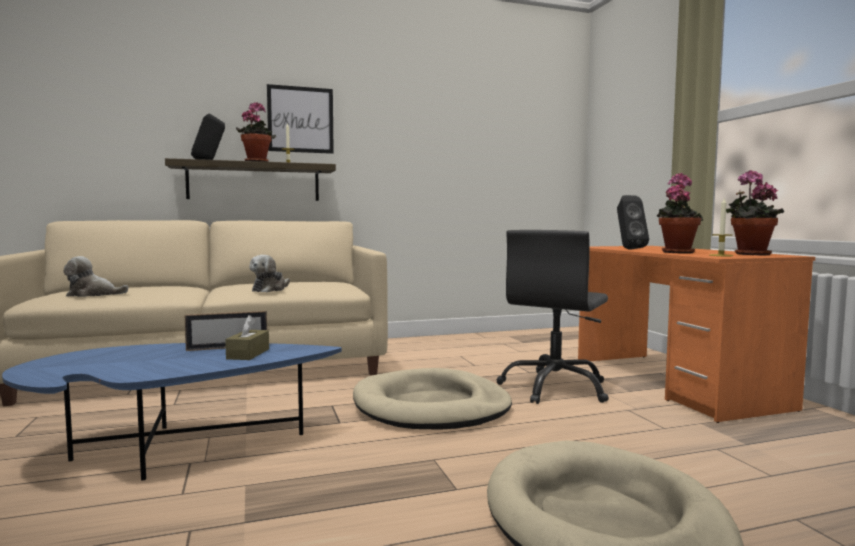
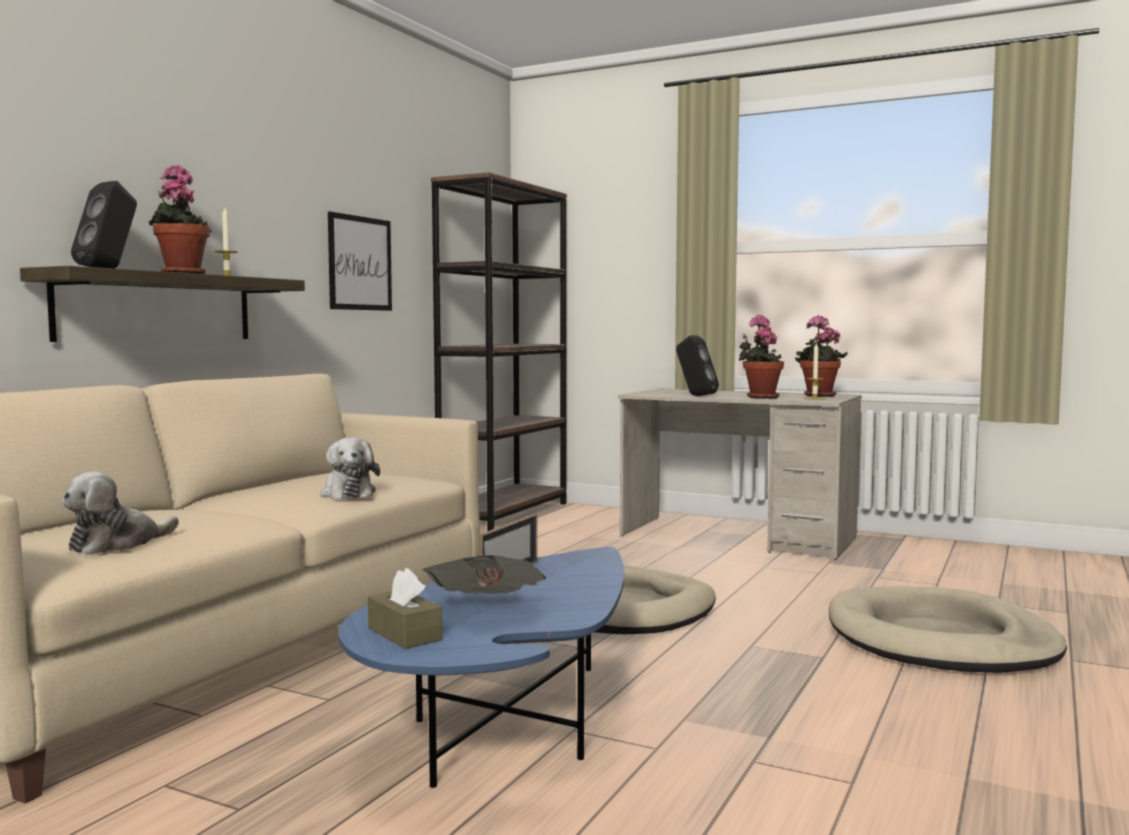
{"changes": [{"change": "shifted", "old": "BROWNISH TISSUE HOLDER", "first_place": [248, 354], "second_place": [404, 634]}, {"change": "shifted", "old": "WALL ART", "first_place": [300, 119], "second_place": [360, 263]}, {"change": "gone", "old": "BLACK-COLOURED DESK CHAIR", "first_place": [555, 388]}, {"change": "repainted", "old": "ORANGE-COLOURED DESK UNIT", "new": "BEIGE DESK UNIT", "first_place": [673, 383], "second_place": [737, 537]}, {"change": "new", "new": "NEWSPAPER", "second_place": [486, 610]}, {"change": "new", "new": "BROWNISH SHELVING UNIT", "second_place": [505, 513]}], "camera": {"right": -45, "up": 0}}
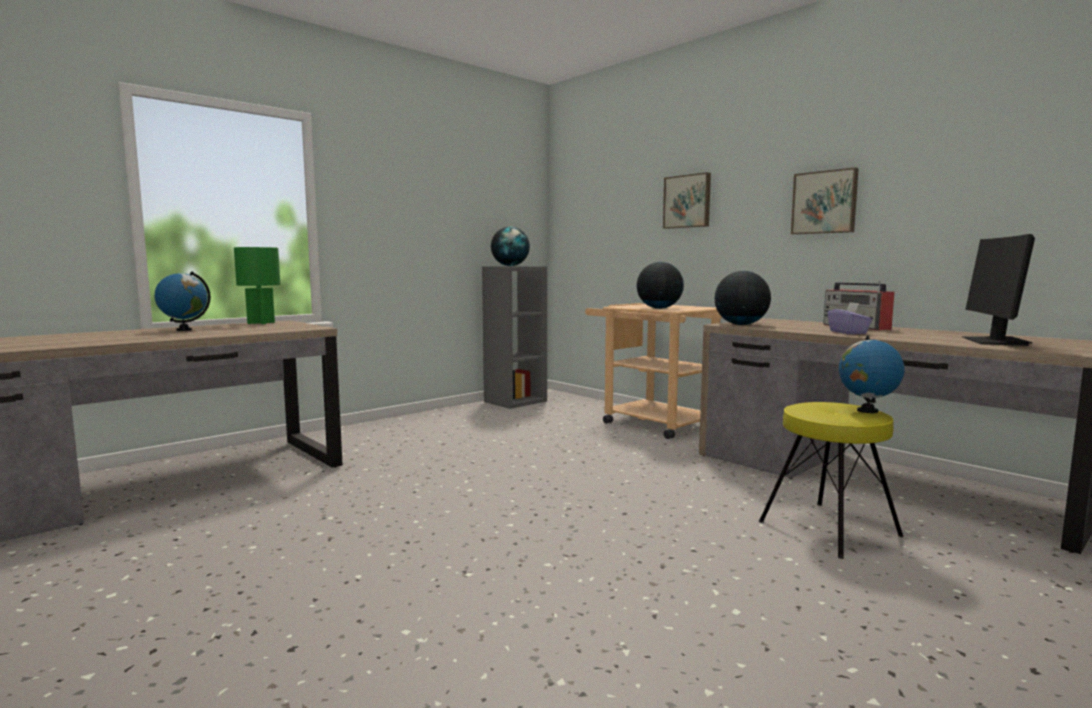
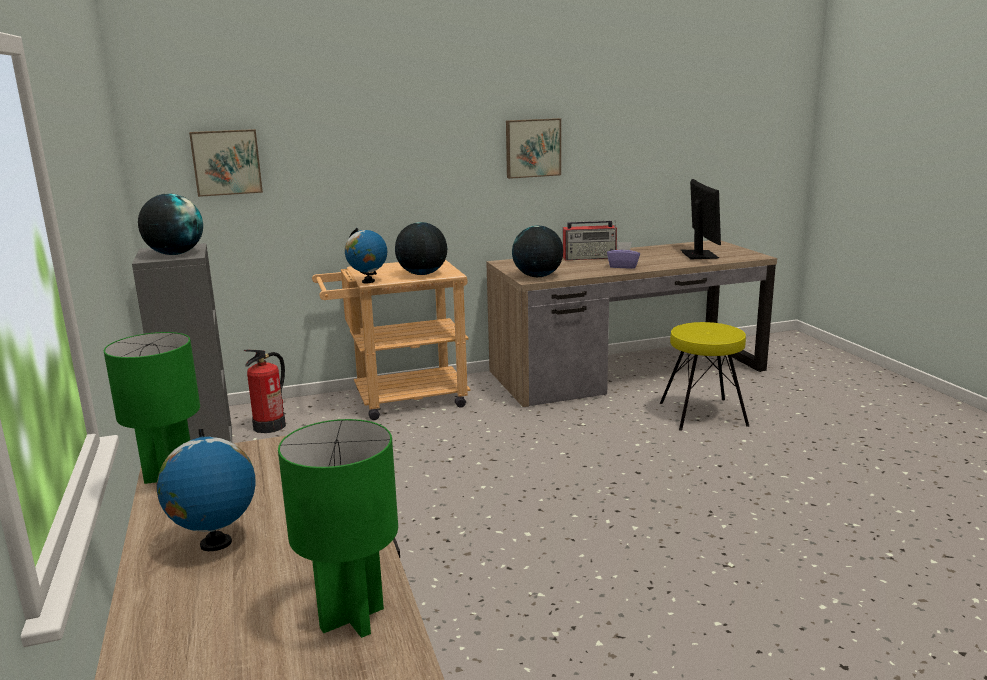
{"changes": [{"change": "shifted", "old": "WALL ART", "first_place": [687, 201], "second_place": [226, 162]}, {"change": "shifted", "old": "WORLD GLOBE", "first_place": [867, 411], "second_place": [368, 281]}, {"change": "rotated", "old": "MONITOR", "first_place": [995, 342], "second_place": [699, 255], "degrees": -135}, {"change": "new", "new": "EXTINGUISHER", "second_place": [270, 426]}, {"change": "new", "new": "GREENISH LAMP FOR A TABLE", "second_place": [350, 618]}], "camera": {"right": -65, "up": 10}}
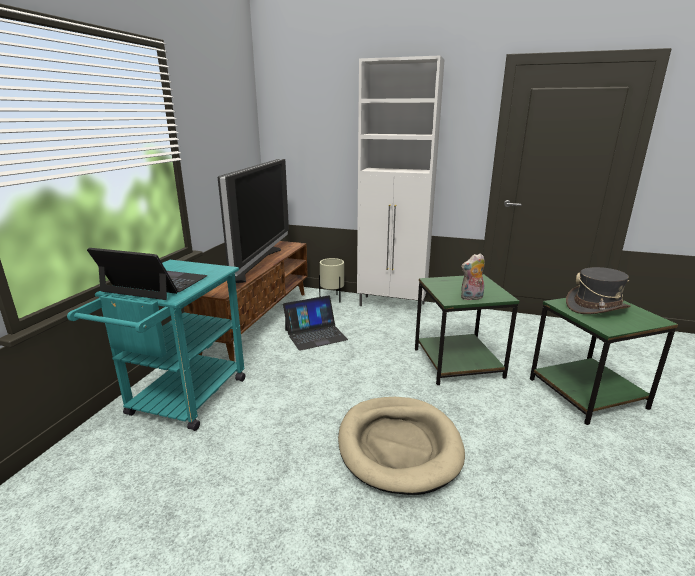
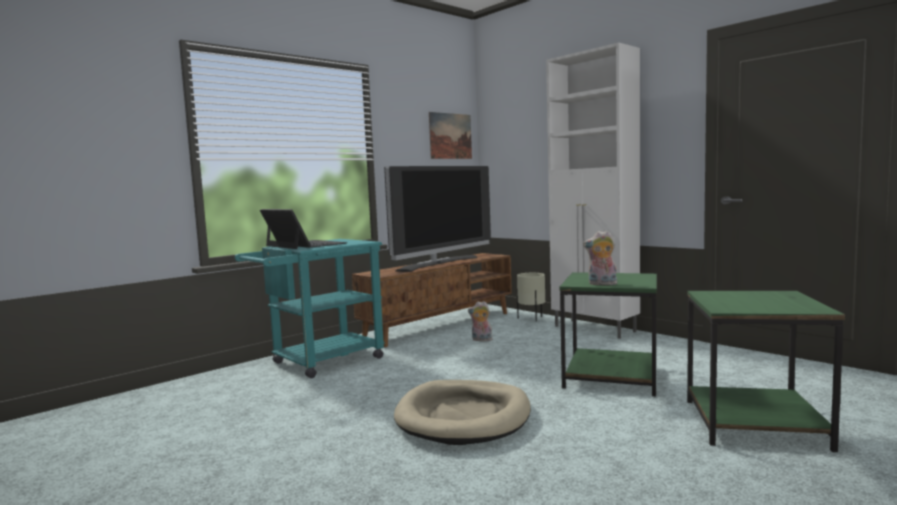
{"changes": [{"change": "swapped", "old": "LAPTOP", "new": "SOFT TOY", "first_place": [315, 334], "second_place": [481, 340]}, {"change": "gone", "old": "GREYISH CLOTHING HAT", "first_place": [596, 307]}, {"change": "new", "new": "WALL ART", "second_place": [450, 136]}], "camera": {"right": 30, "up": -15}}
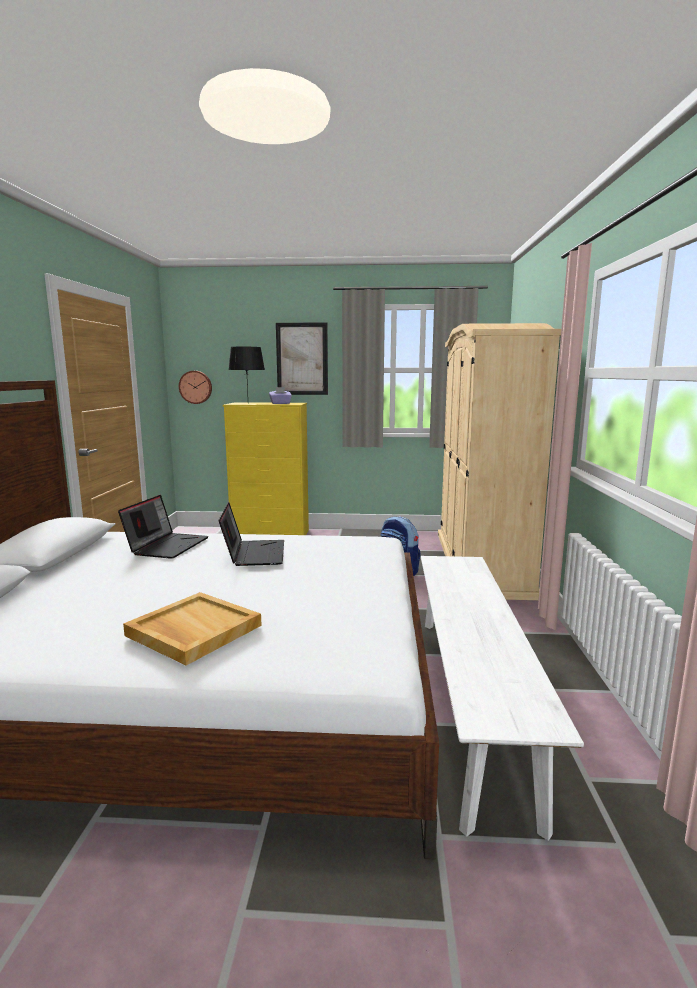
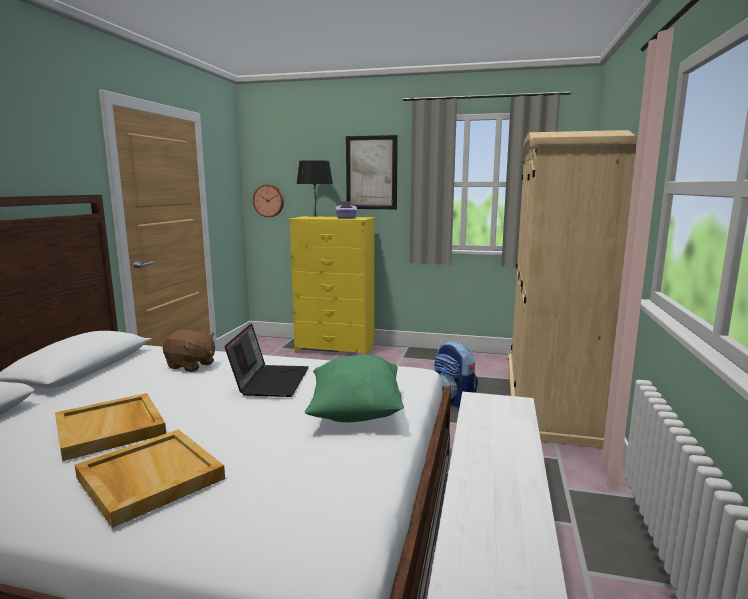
{"changes": [{"change": "swapped", "old": "LAPTOP", "new": "BROWNISH SOFT TOY", "first_place": [167, 546], "second_place": [191, 365]}, {"change": "new", "new": "BEIGE SERVING TRAY", "second_place": [111, 429]}, {"change": "new", "new": "GREENISH CUSHION", "second_place": [355, 412]}], "camera": {"right": 10, "up": 0}}
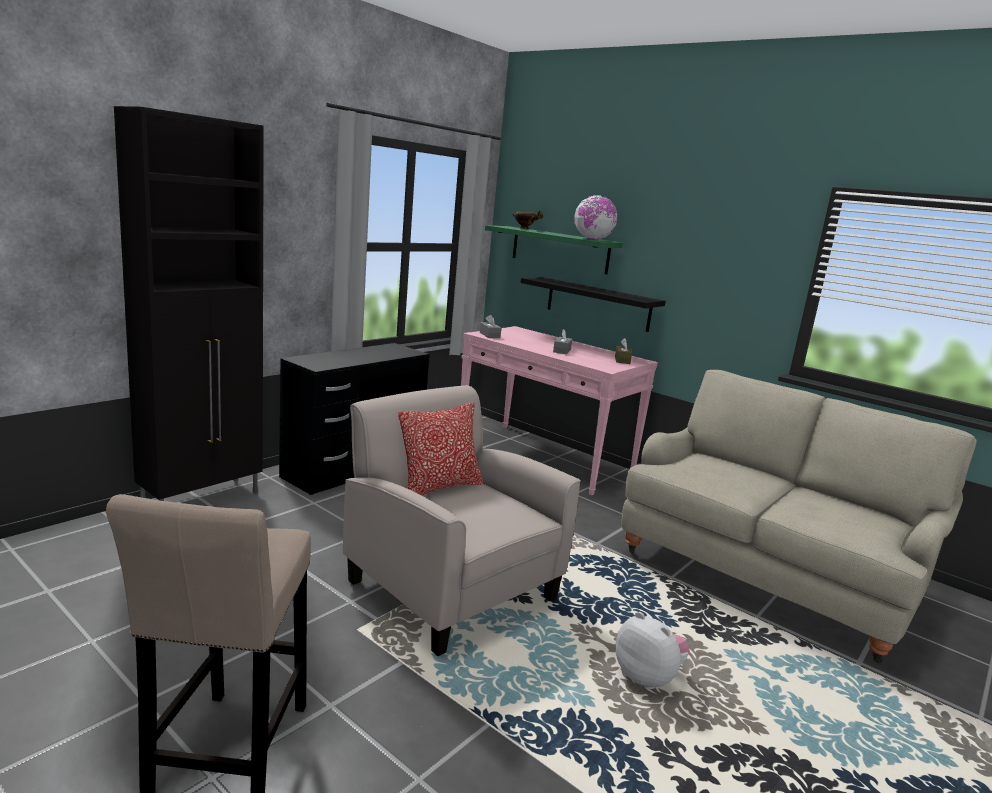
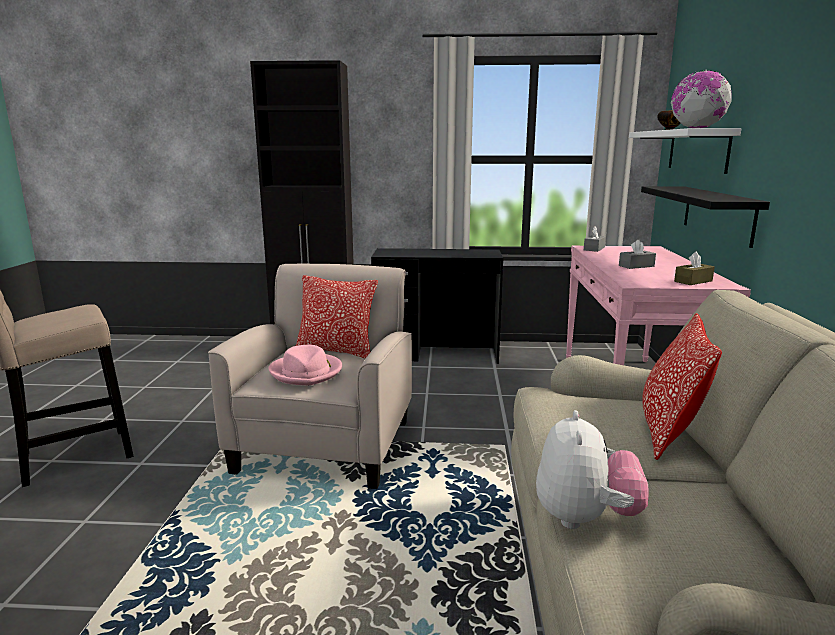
{"changes": [{"change": "repainted", "old": "GREENISH SHELF", "new": "WHITISH SHELF", "first_place": [559, 249], "second_place": [697, 150]}, {"change": "shifted", "old": "SOFT TOY", "first_place": [647, 677], "second_place": [585, 518]}, {"change": "new", "new": "PINKISH CLOTHING HAT", "second_place": [306, 372]}, {"change": "new", "new": "CUSHION", "second_place": [669, 432]}], "camera": {"right": 55, "up": 0}}
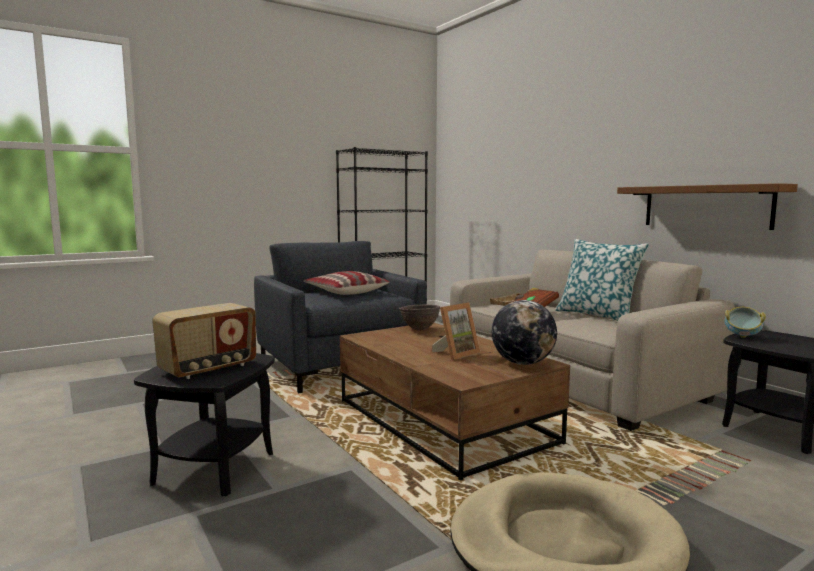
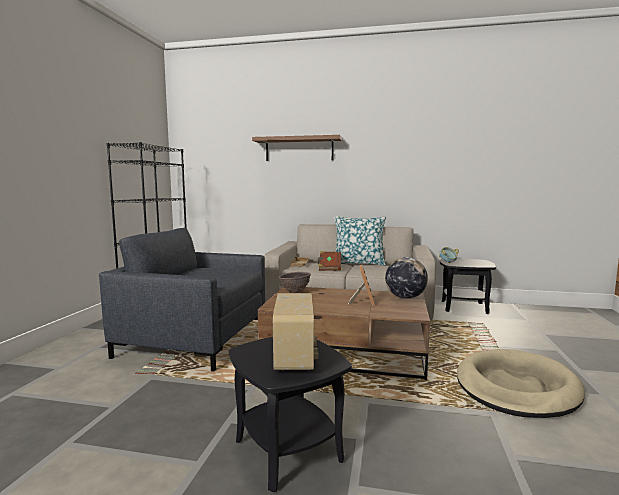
{"changes": [{"change": "gone", "old": "CUSHION", "first_place": [345, 292]}, {"change": "shifted", "old": "BROWNISH SHELF", "first_place": [705, 206], "second_place": [299, 149]}], "camera": {"right": -45, "up": 0}}
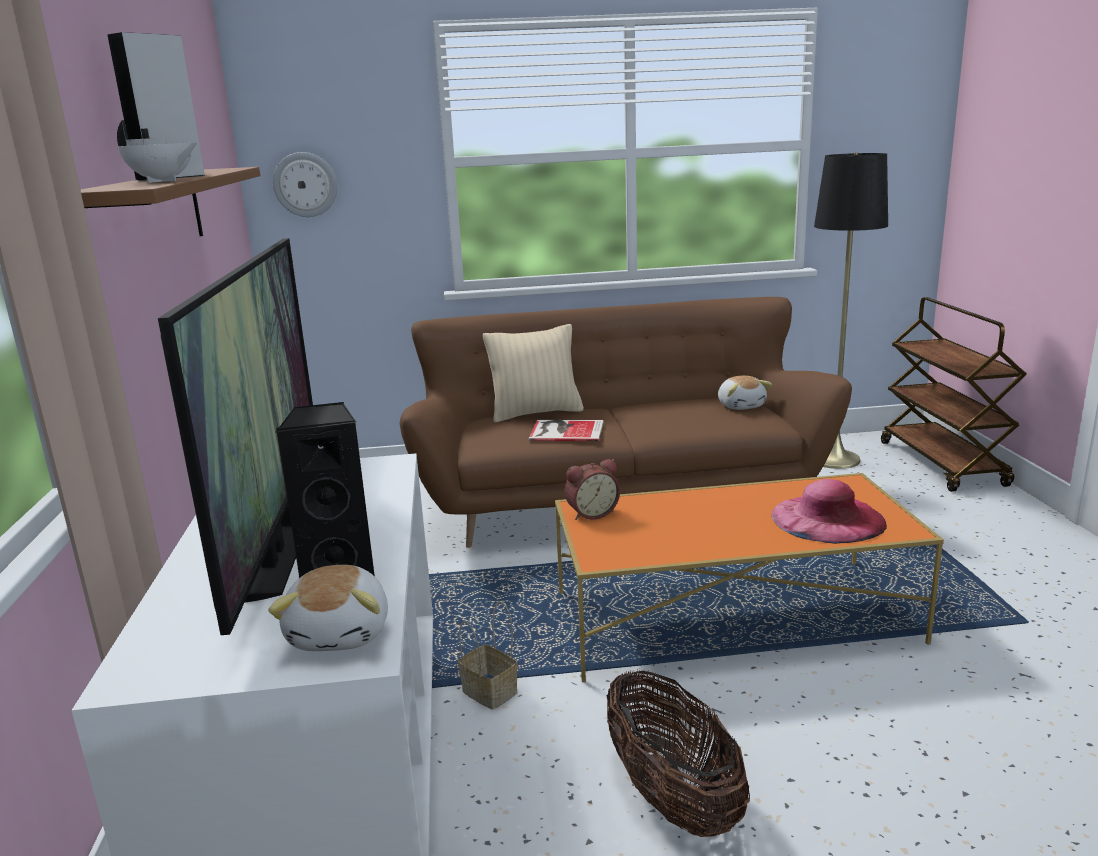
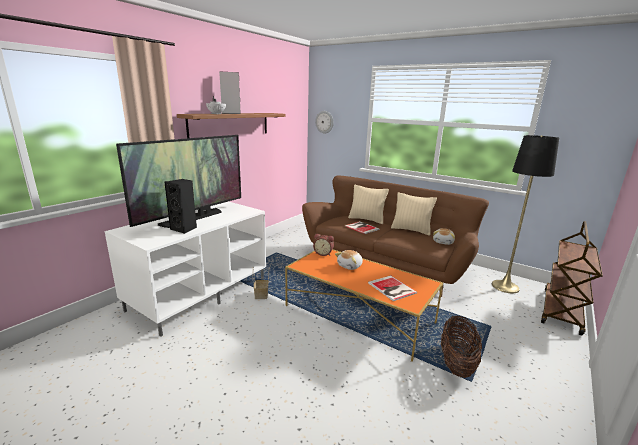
{"changes": [{"change": "shifted", "old": "SOFT TOY", "first_place": [341, 632], "second_place": [350, 266]}, {"change": "shifted", "old": "STORAGE BASKET", "first_place": [672, 797], "second_place": [456, 363]}, {"change": "swapped", "old": "PINKISH CLOTHING HAT", "new": "BOOK", "first_place": [827, 518], "second_place": [392, 288]}, {"change": "new", "new": "BEIGE CUSHION", "second_place": [411, 230]}], "camera": {"right": 40, "up": 0}}
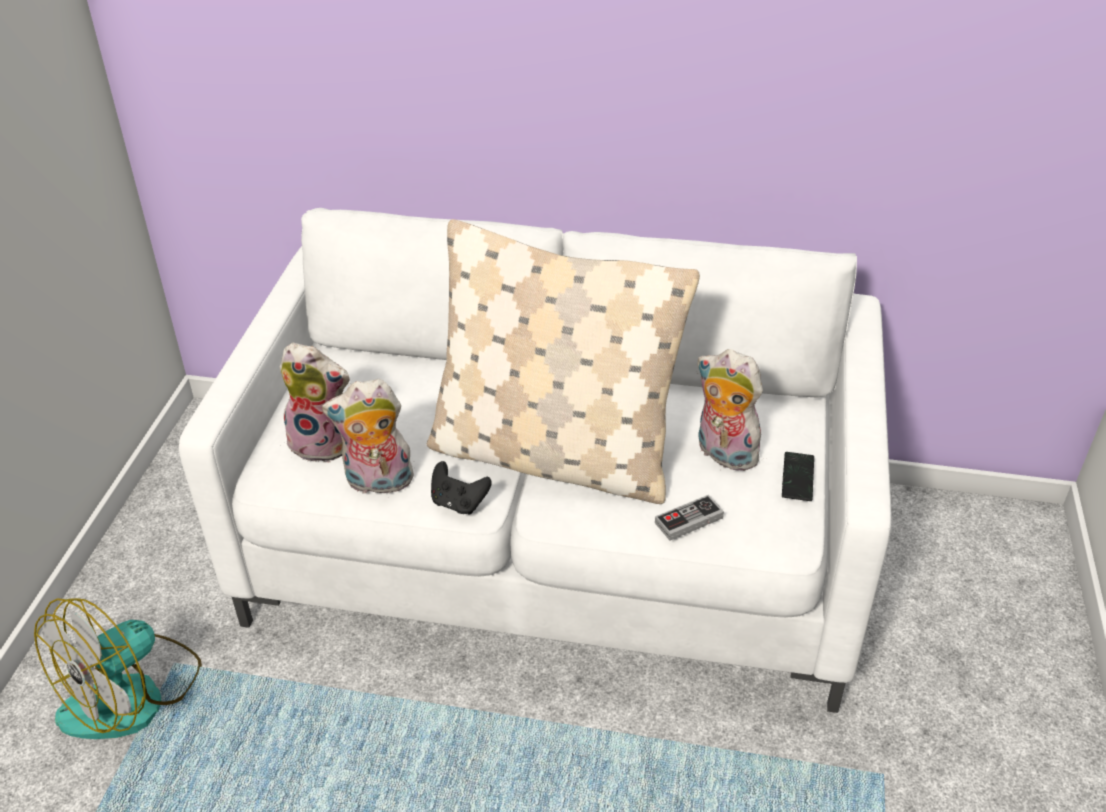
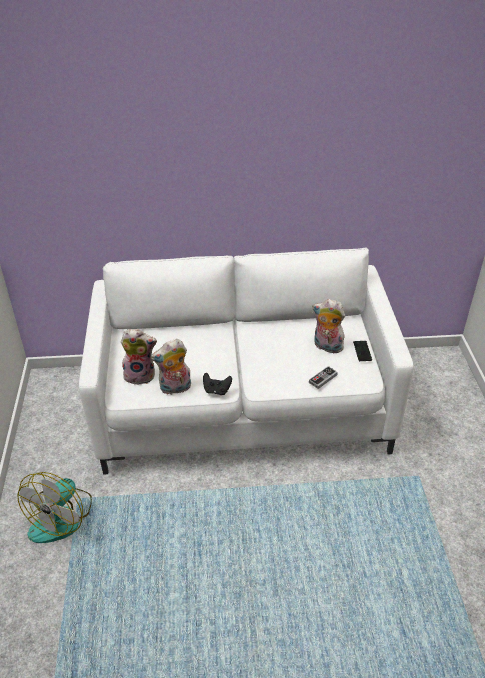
{"changes": [{"change": "gone", "old": "BEIGE CUSHION", "first_place": [552, 456]}], "camera": {"right": -15, "up": 0}}
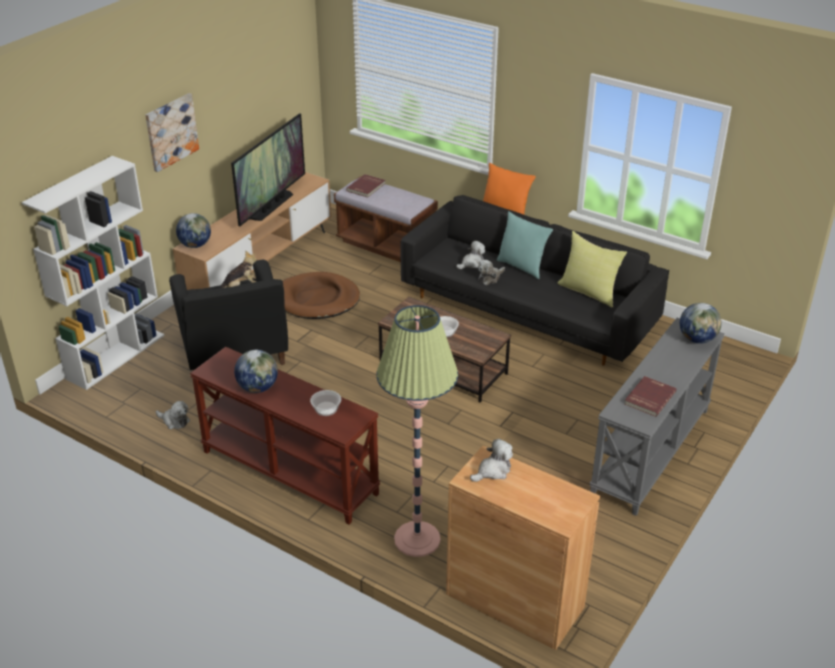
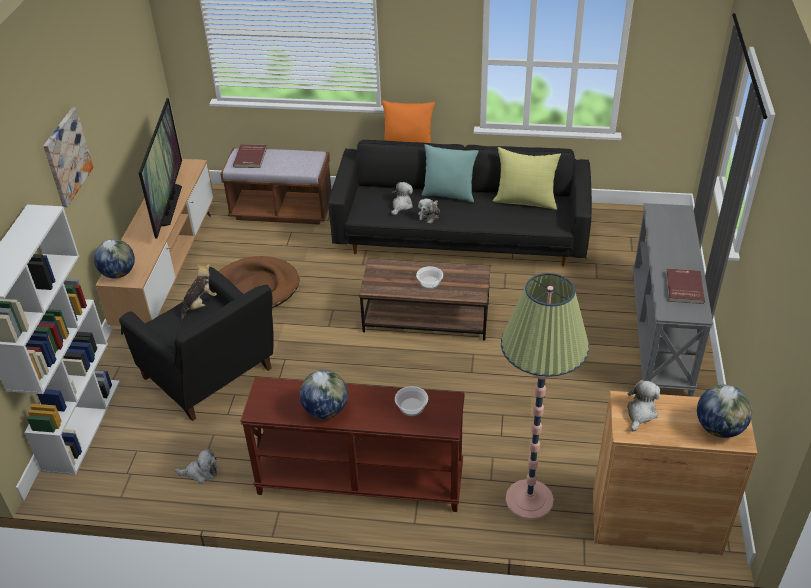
{"changes": [{"change": "shifted", "old": "WORLD GLOBE", "first_place": [697, 339], "second_place": [719, 428]}], "camera": {"right": -25, "up": 5}}
